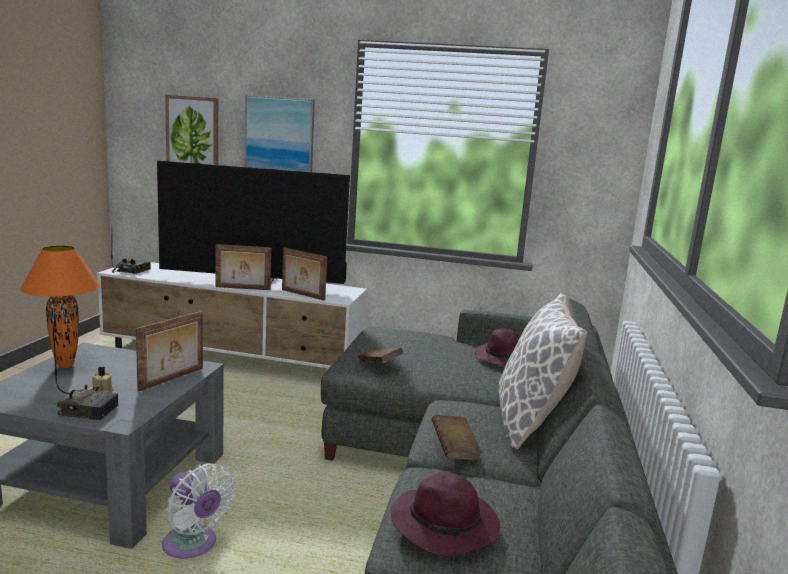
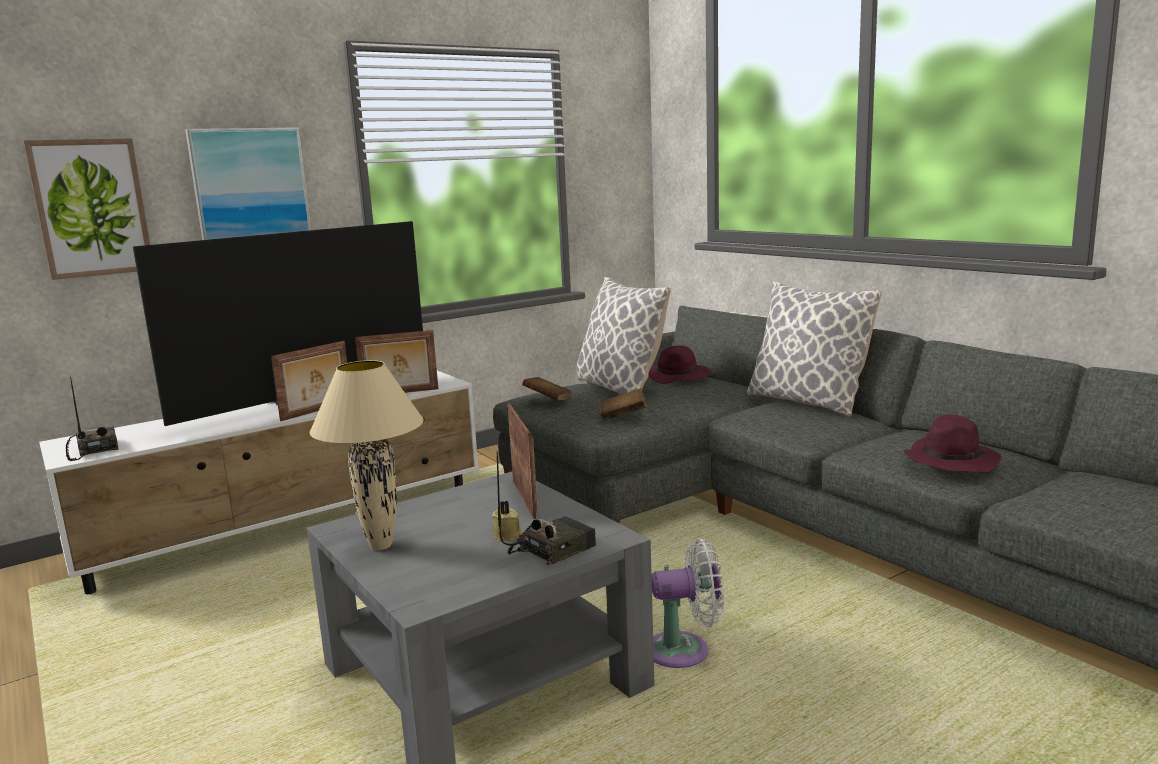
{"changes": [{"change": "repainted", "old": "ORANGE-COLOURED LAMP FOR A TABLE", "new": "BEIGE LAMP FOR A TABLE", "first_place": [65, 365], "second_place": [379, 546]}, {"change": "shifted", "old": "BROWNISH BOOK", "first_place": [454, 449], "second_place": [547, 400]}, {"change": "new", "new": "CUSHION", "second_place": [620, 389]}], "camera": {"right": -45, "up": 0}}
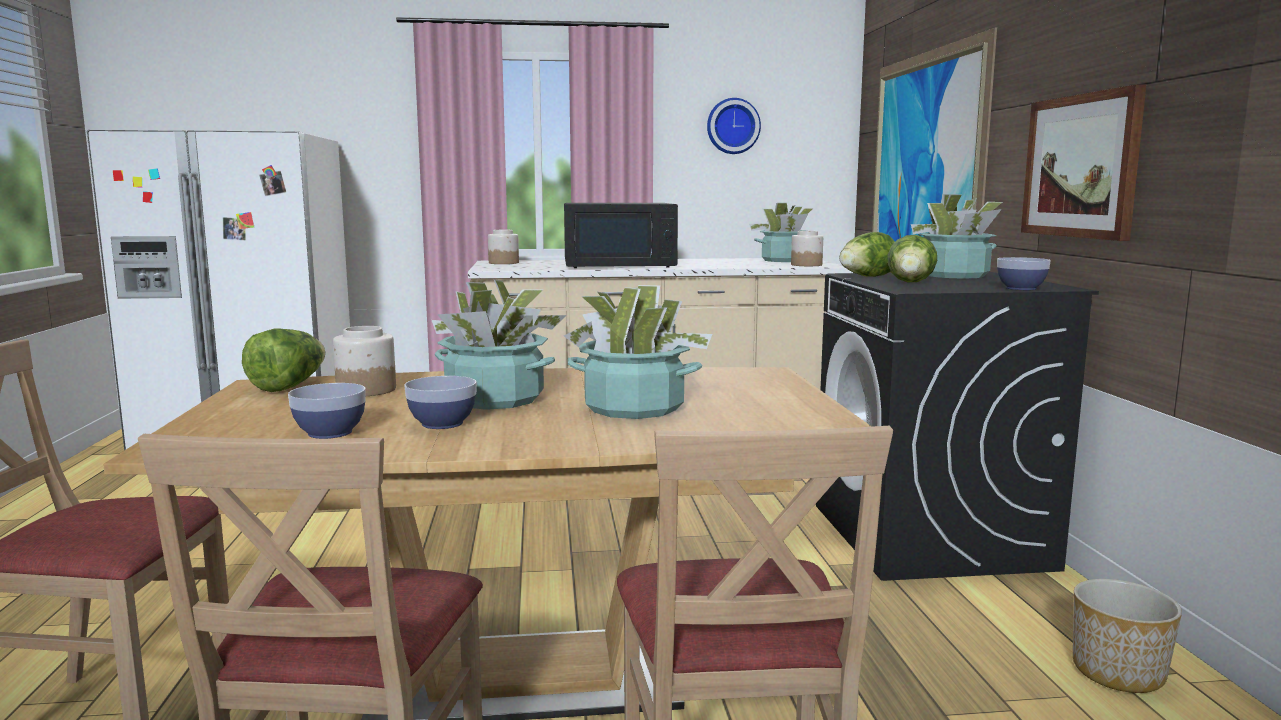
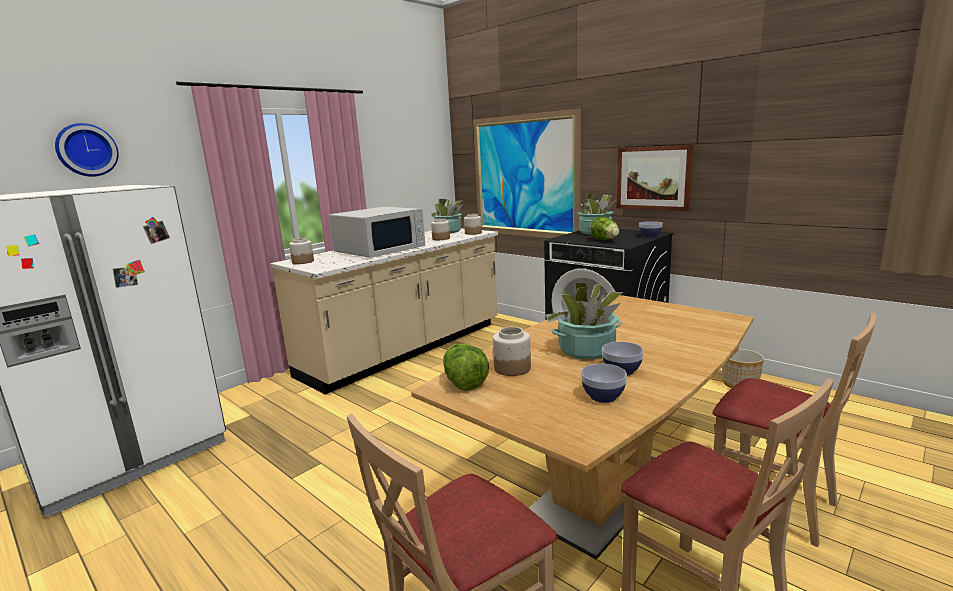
{"changes": [{"change": "repainted", "old": "BLACK-COLOURED MICROWAVE OVEN", "new": "WHITISH MICROWAVE OVEN", "first_place": [619, 264], "second_place": [380, 250]}, {"change": "gone", "old": "POTTED PLANT", "first_place": [633, 408]}, {"change": "shifted", "old": "CLOCK ON THE WALL", "first_place": [732, 126], "second_place": [86, 150]}, {"change": "gone", "old": "LETTUCE", "first_place": [866, 277]}, {"change": "new", "new": "STORAGE JAR", "second_place": [441, 238]}], "camera": {"right": -40, "up": 5}}
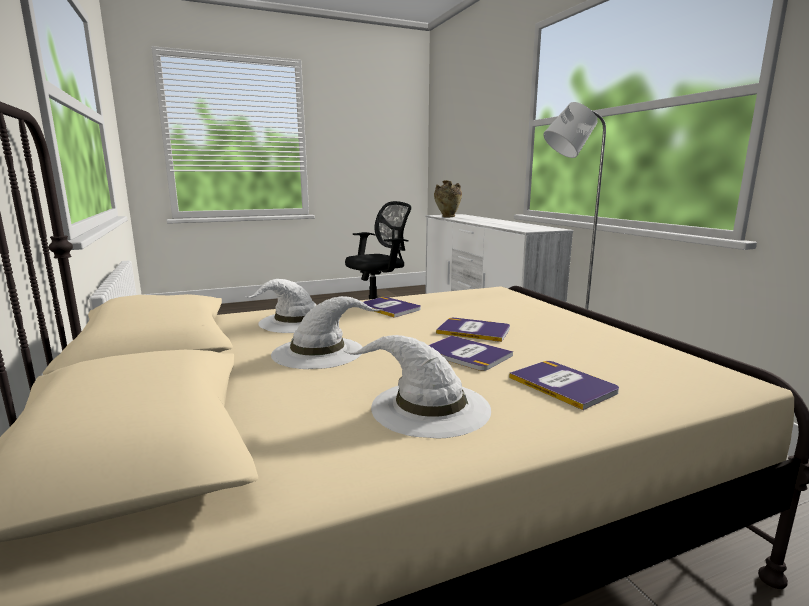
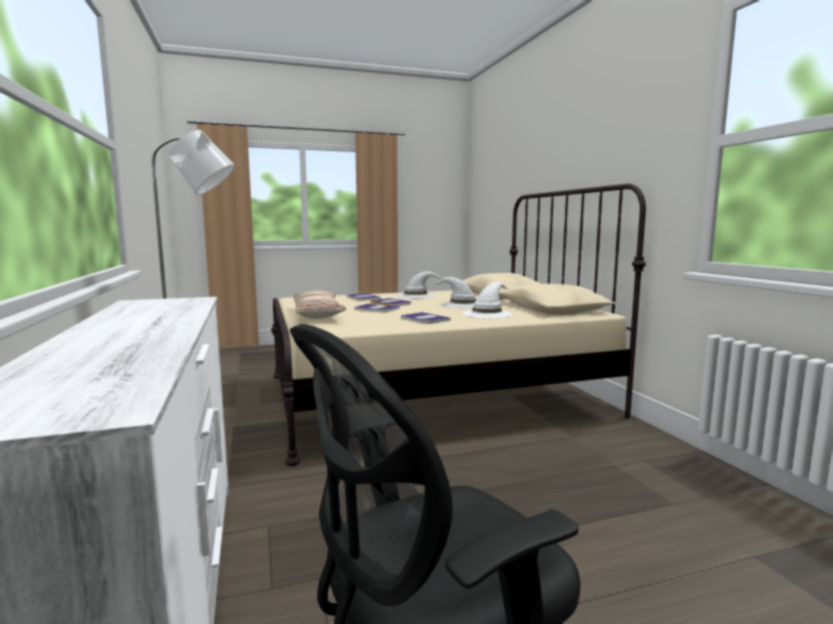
{"changes": [{"change": "gone", "old": "BEIGE FLOWER VASE", "first_place": [447, 217]}, {"change": "new", "new": "CUSHION", "second_place": [317, 314]}], "camera": {"right": -175, "up": -5}}
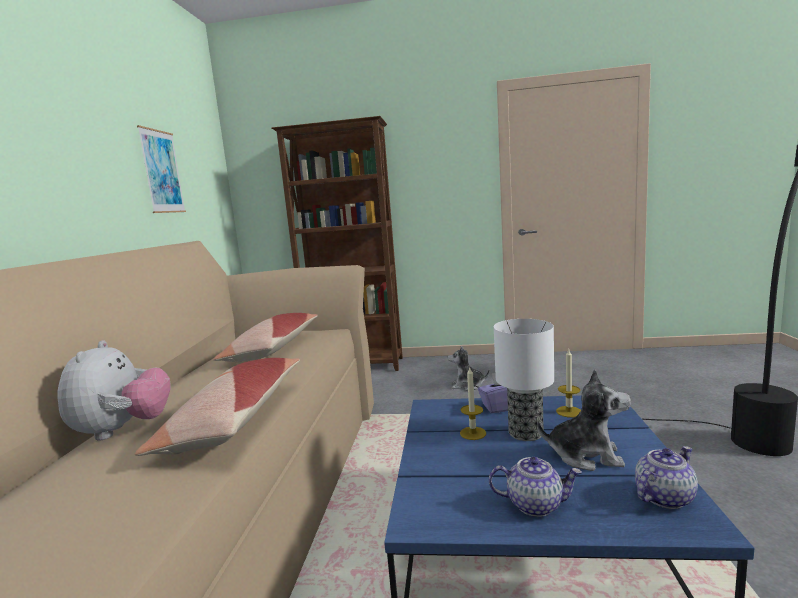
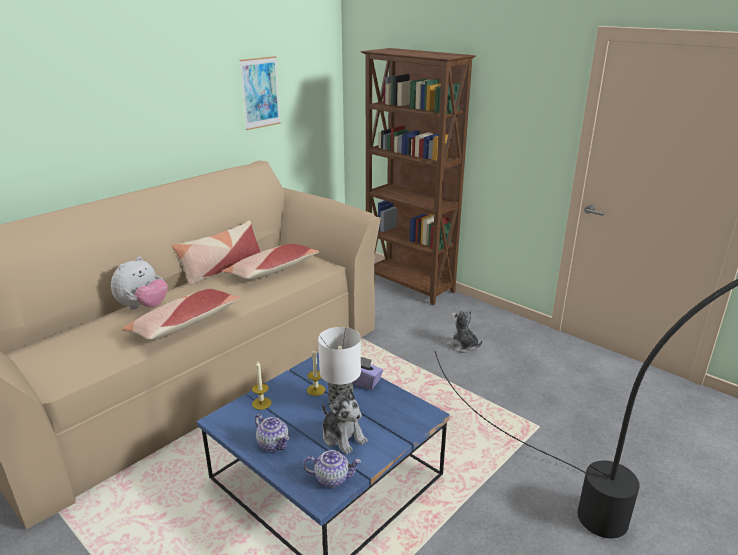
{"changes": [{"change": "shifted", "old": "WAX LIGHT", "first_place": [569, 411], "second_place": [261, 403]}, {"change": "new", "new": "CUSHION", "second_place": [222, 269]}], "camera": {"right": 35, "up": 15}}
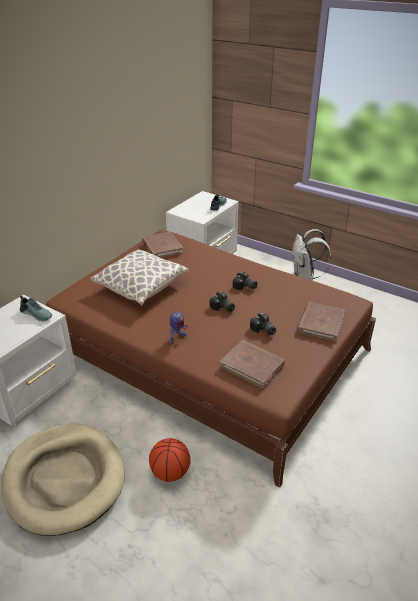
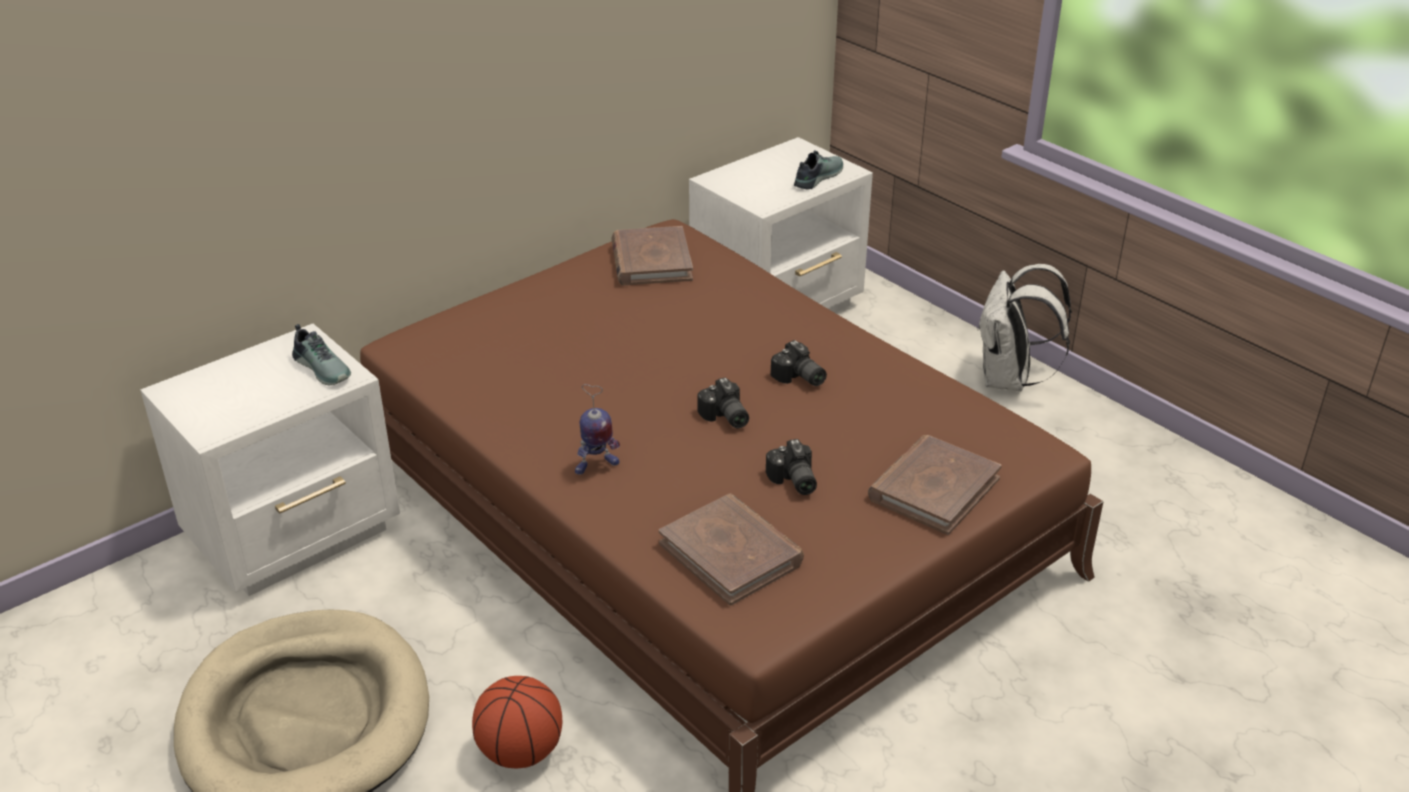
{"changes": [{"change": "gone", "old": "CUSHION", "first_place": [141, 287]}], "camera": {"right": 15, "up": 0}}
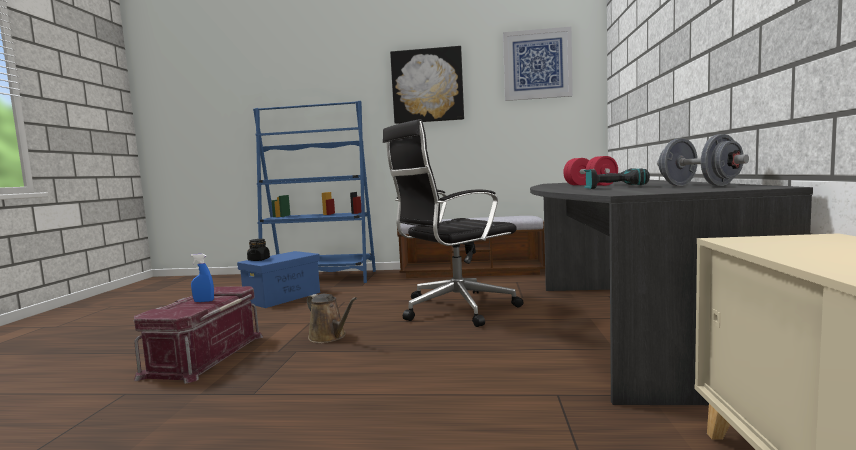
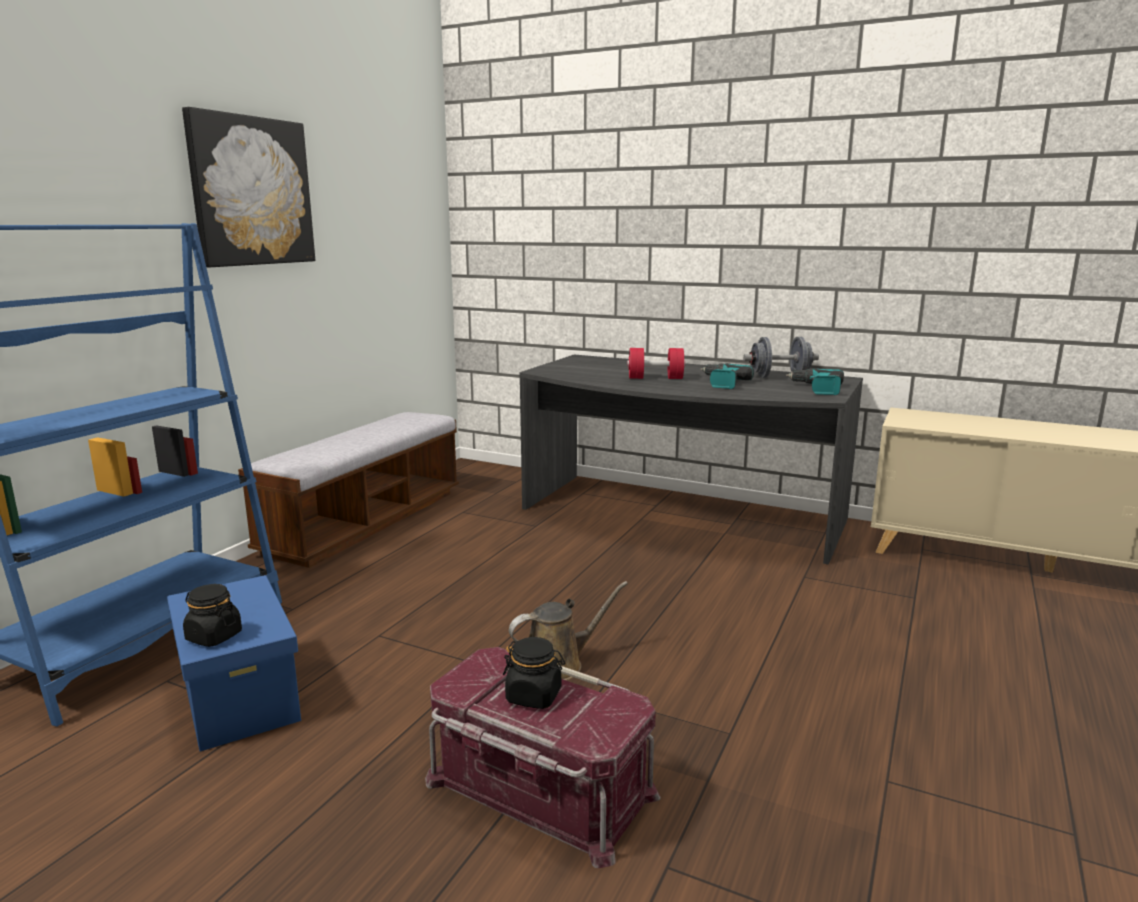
{"changes": [{"change": "swapped", "old": "BLUE-COLOURED SPRAYER", "new": "BLACK-COLOURED STORAGE JAR", "first_place": [204, 301], "second_place": [534, 696]}, {"change": "gone", "old": "BLACK-COLOURED DESK CHAIR", "first_place": [454, 309]}, {"change": "gone", "old": "WALL ART", "first_place": [537, 64]}, {"change": "new", "new": "ELECTRIC DRILL", "second_place": [816, 389]}], "camera": {"right": -70, "up": 10}}
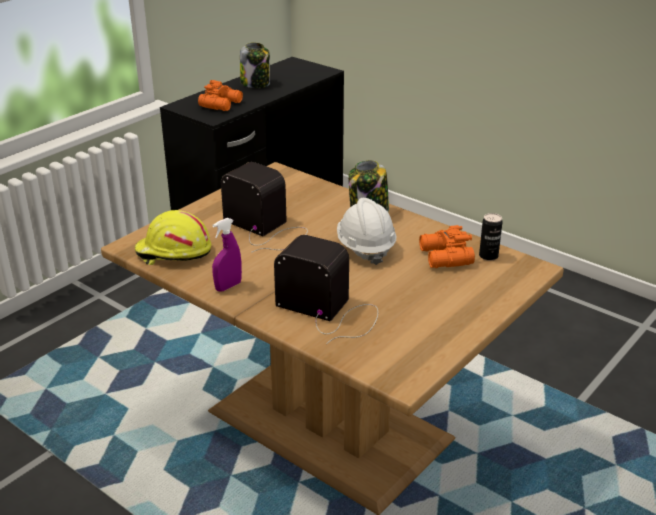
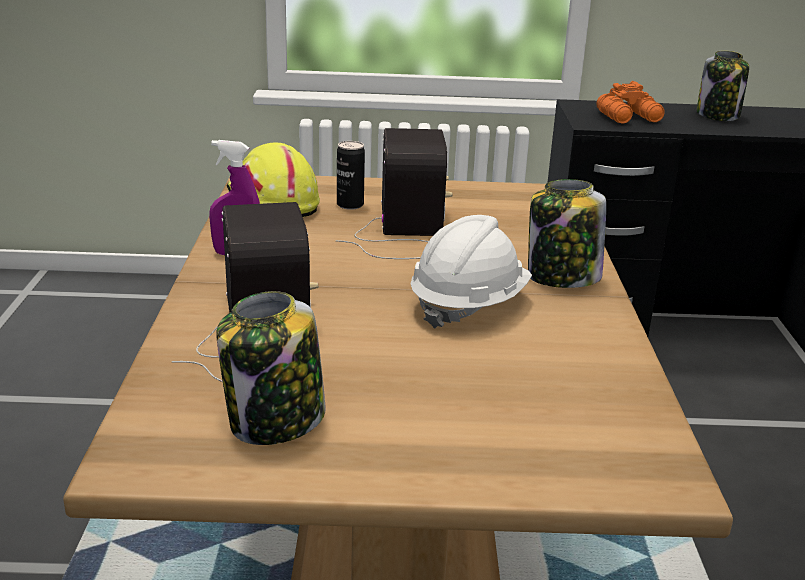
{"changes": [{"change": "gone", "old": "ORANGE-COLOURED FIELD GLASSES", "first_place": [444, 257]}, {"change": "shifted", "old": "SEALED CAN", "first_place": [488, 256], "second_place": [350, 205]}, {"change": "new", "new": "STORAGE JAR", "second_place": [275, 421]}], "camera": {"right": 50, "up": -5}}
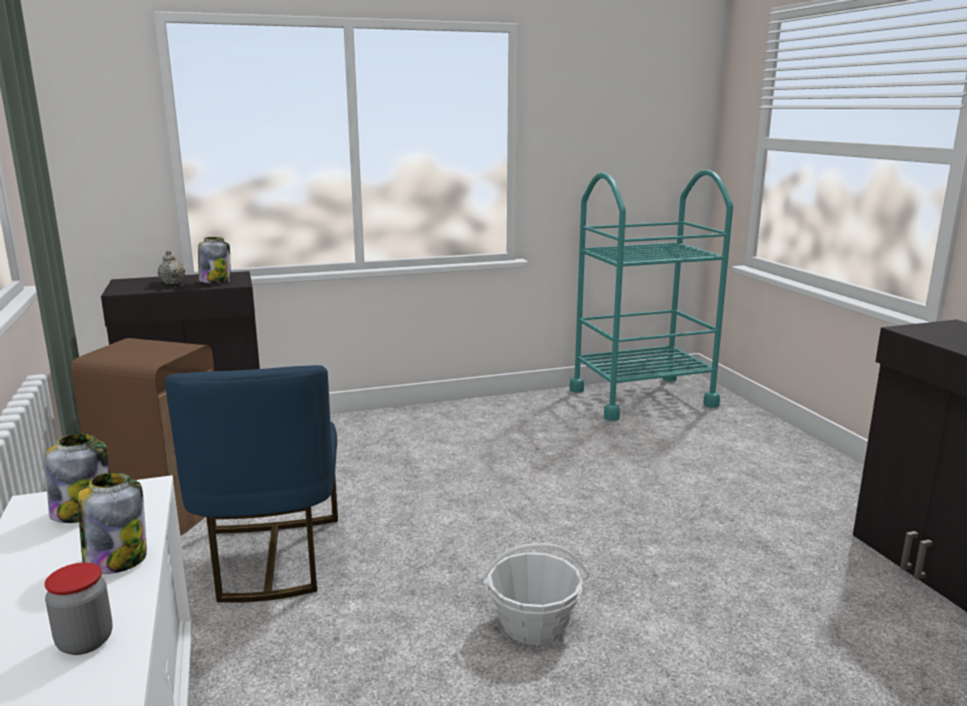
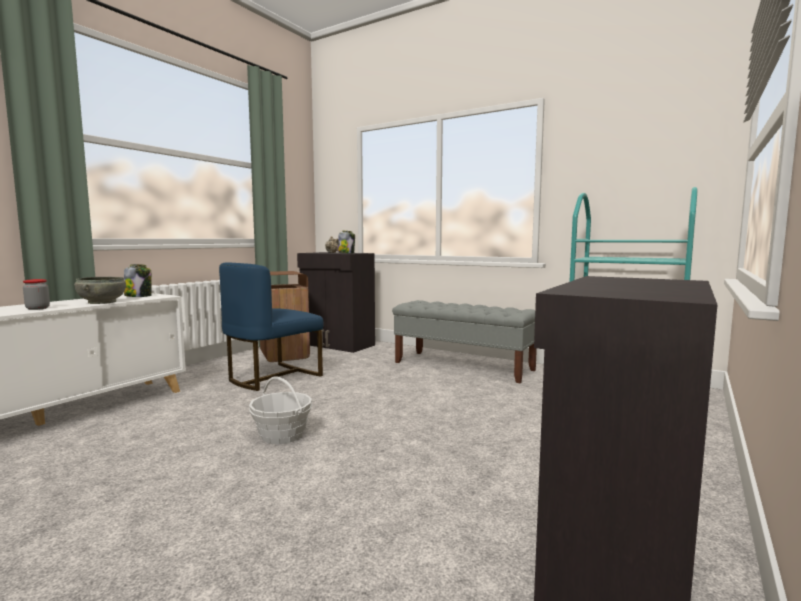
{"changes": [{"change": "swapped", "old": "STORAGE JAR", "new": "GREYISH BOWL", "first_place": [116, 559], "second_place": [101, 302]}, {"change": "new", "new": "GREYISH BENCH", "second_place": [463, 366]}], "camera": {"right": 50, "up": -10}}
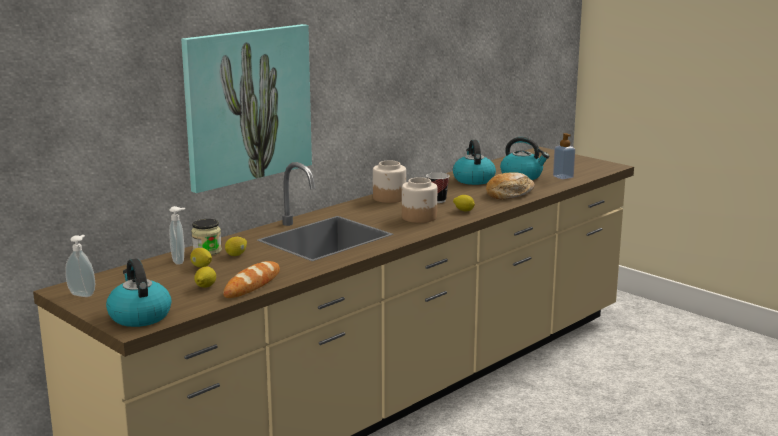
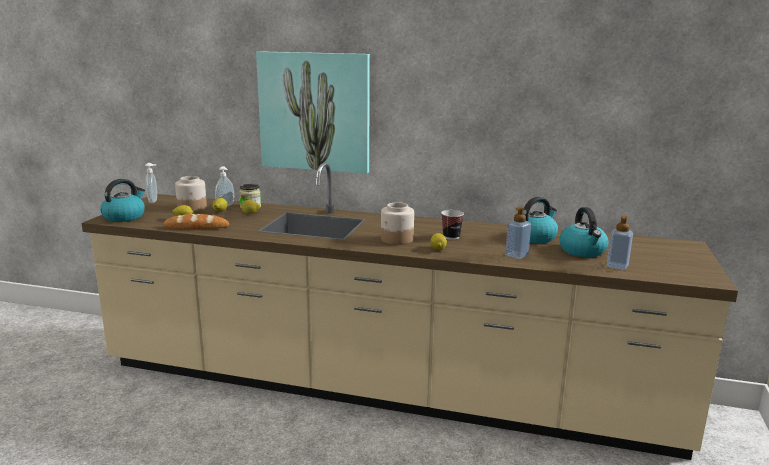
{"changes": [{"change": "shifted", "old": "STORAGE JAR", "first_place": [389, 198], "second_place": [192, 208]}, {"change": "swapped", "old": "BAKED BREAD", "new": "SOAP DISPENSER", "first_place": [509, 194], "second_place": [516, 255]}], "camera": {"right": 60, "up": 0}}
